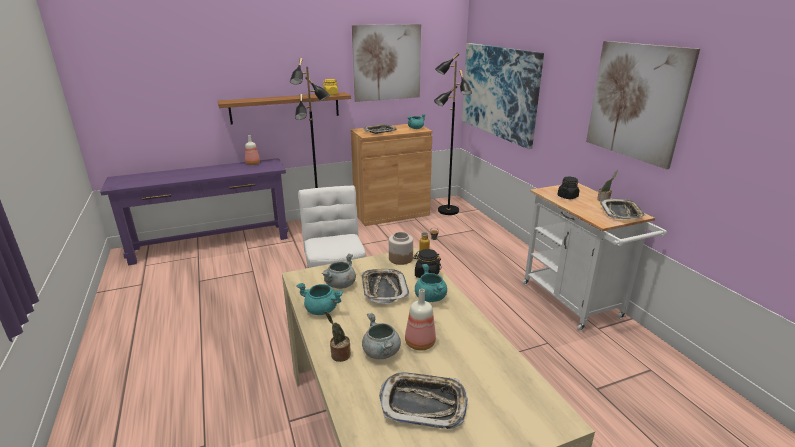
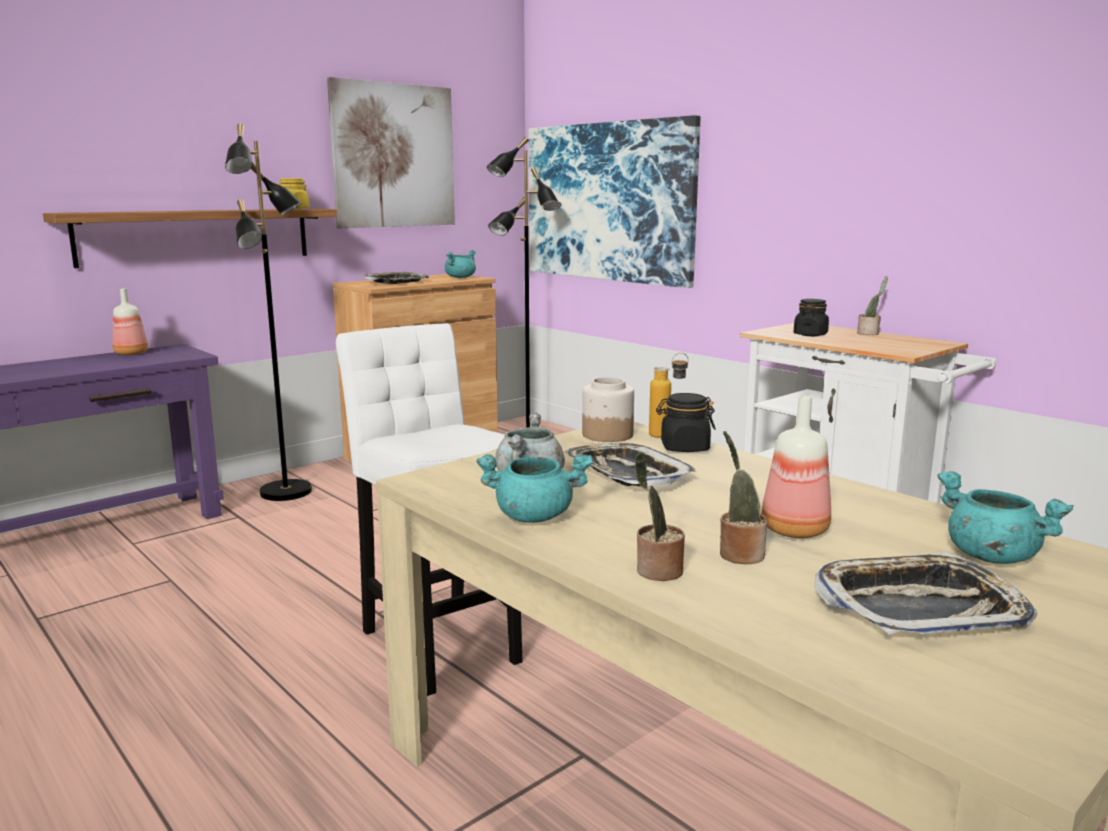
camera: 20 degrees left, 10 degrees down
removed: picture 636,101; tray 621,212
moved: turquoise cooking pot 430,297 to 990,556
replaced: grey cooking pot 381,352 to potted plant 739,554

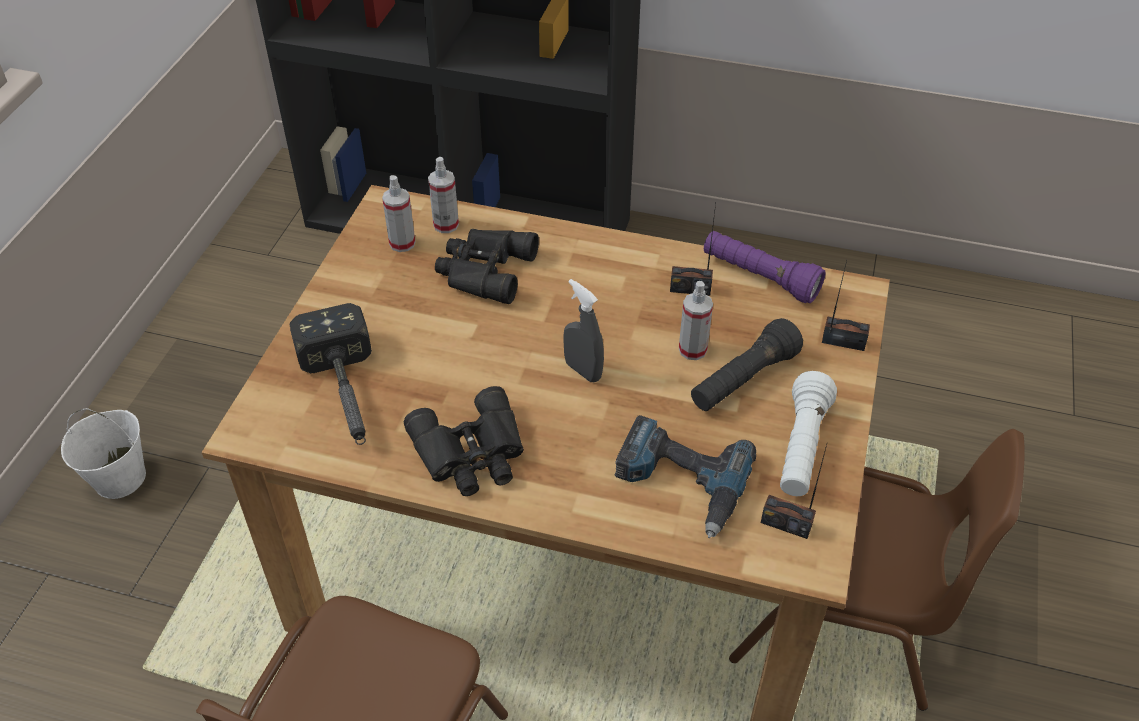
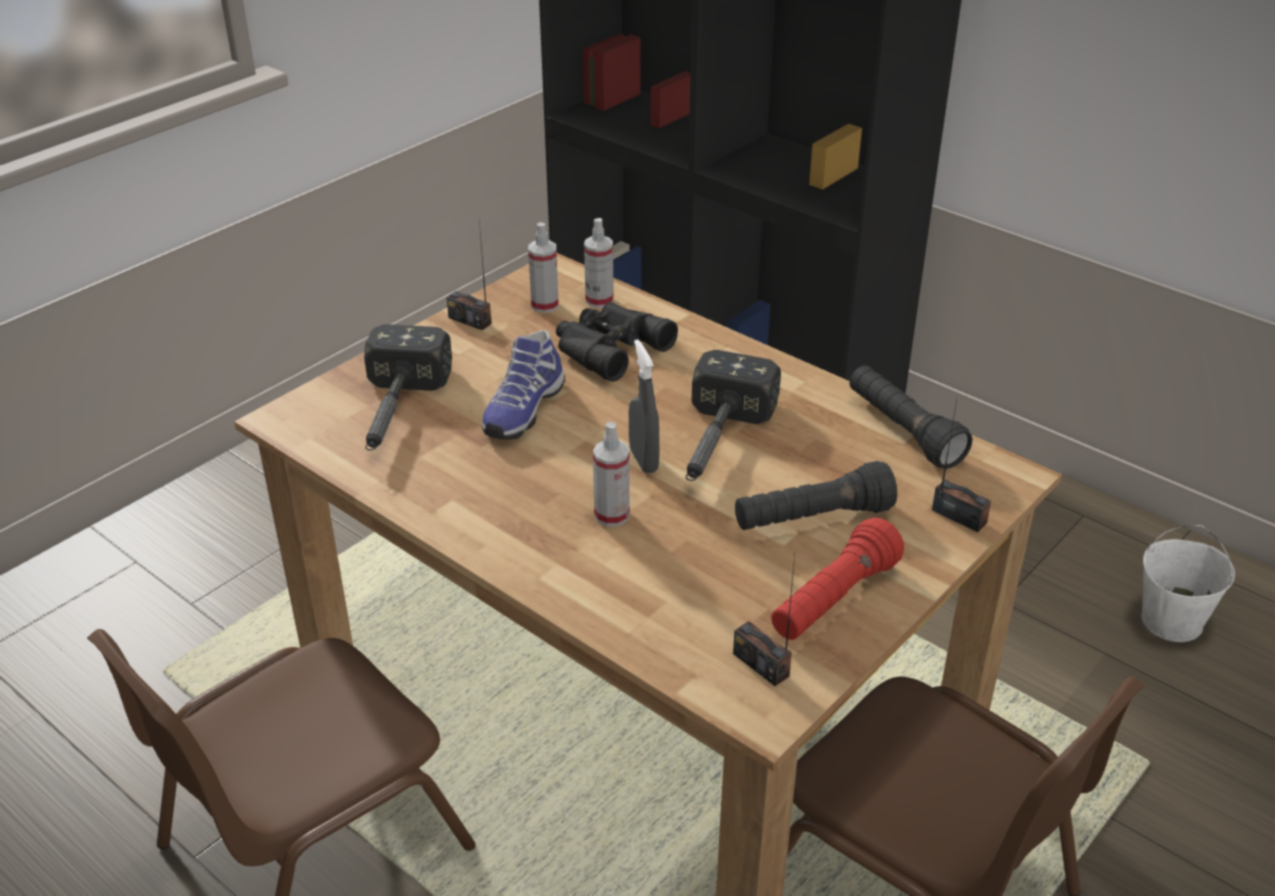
camera: 25 degrees right, 10 degrees down
removed: black binoculars 472,454; power drill 680,483
added: shoe 522,410; hammer 716,444
moved: white bucket 120,478 to 1171,621; radio 690,288 to 470,320; spray bottle 692,350 to 612,515
recoloured: purple flashlight 759,278 to black flashlight 903,431; white flashlight 802,448 to red flashlight 833,600

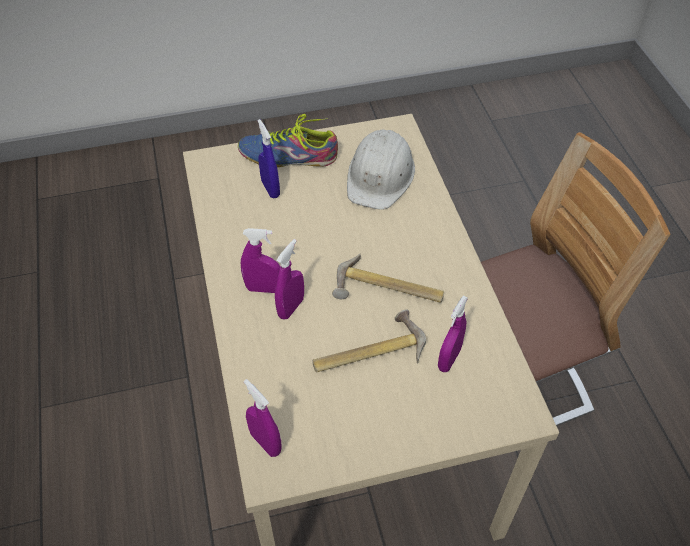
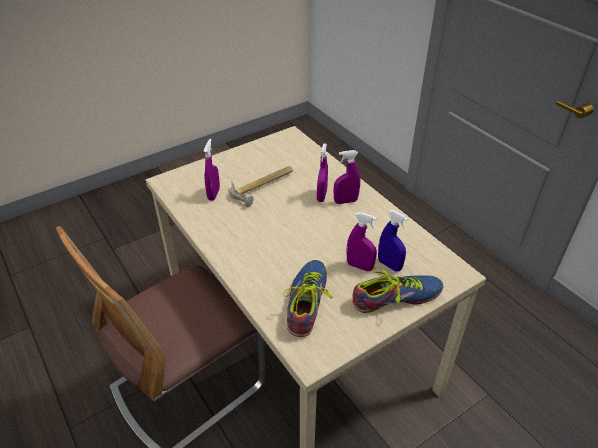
camera: 160 degrees right, 10 degrees down
removed: hammer 387,291
moved: purple spray bottle 265,443 to 359,266
replaced: white hard hat 380,175 to shoe 306,301

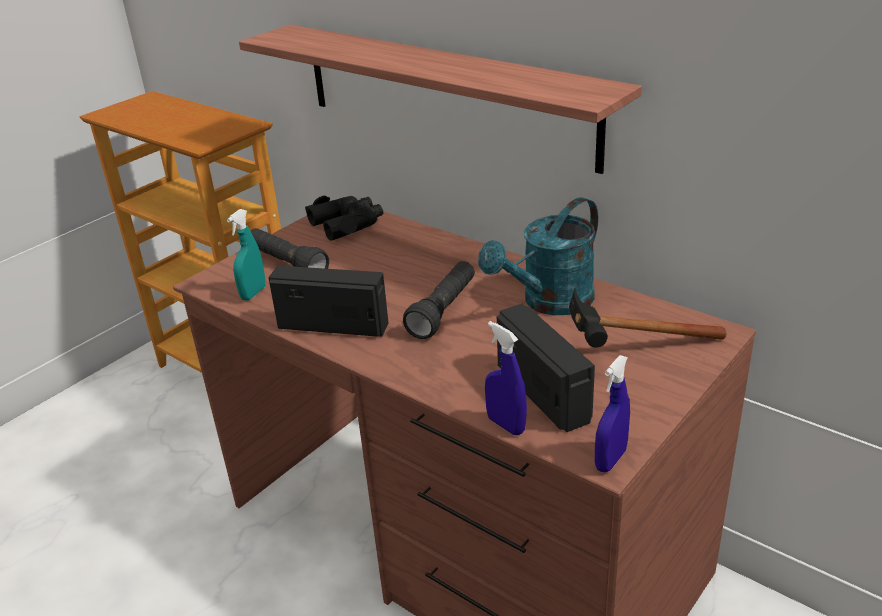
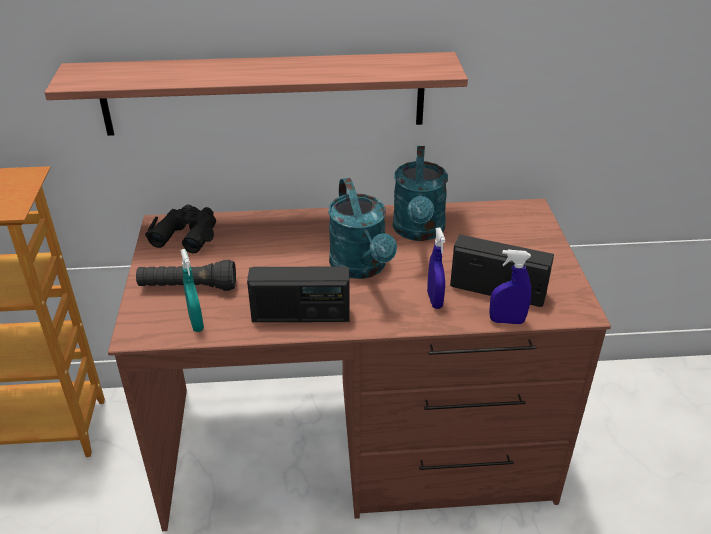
camera: 45 degrees left, 5 degrees up
removed: hammer 627,350
moved: blue spray bottle 610,460 to 434,300
replaced: black flashlight 443,311 to turquoise watering can 361,268
turned: radio 333,325 = 301,315 150 degrees counterclockwise

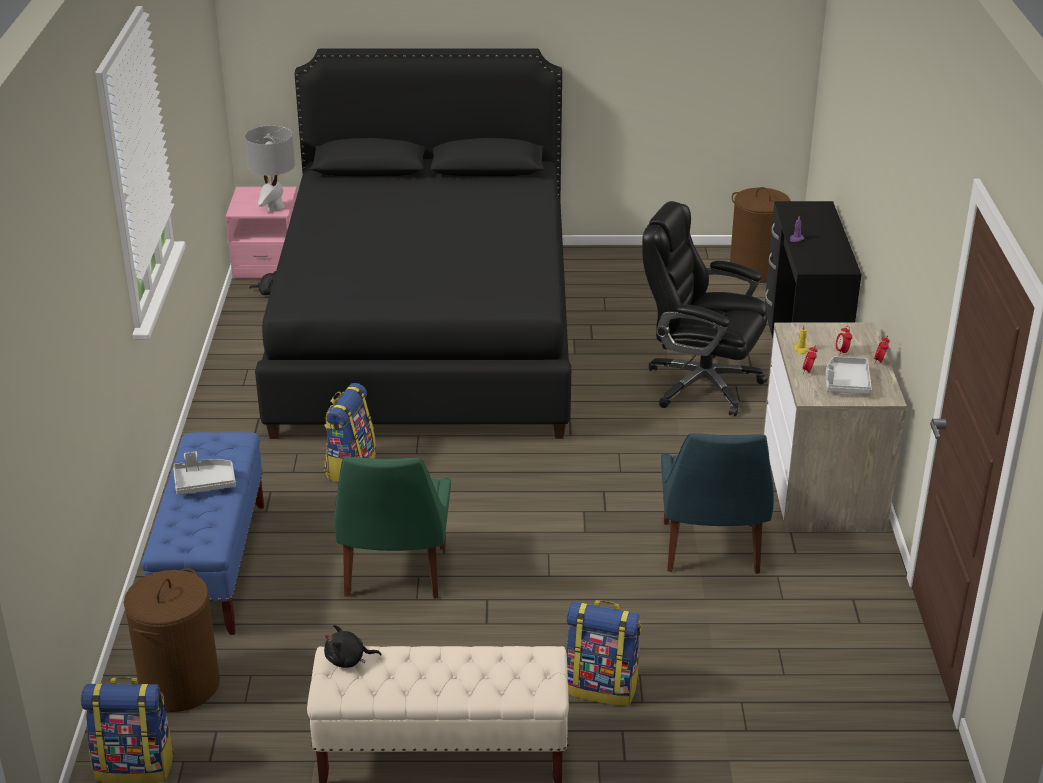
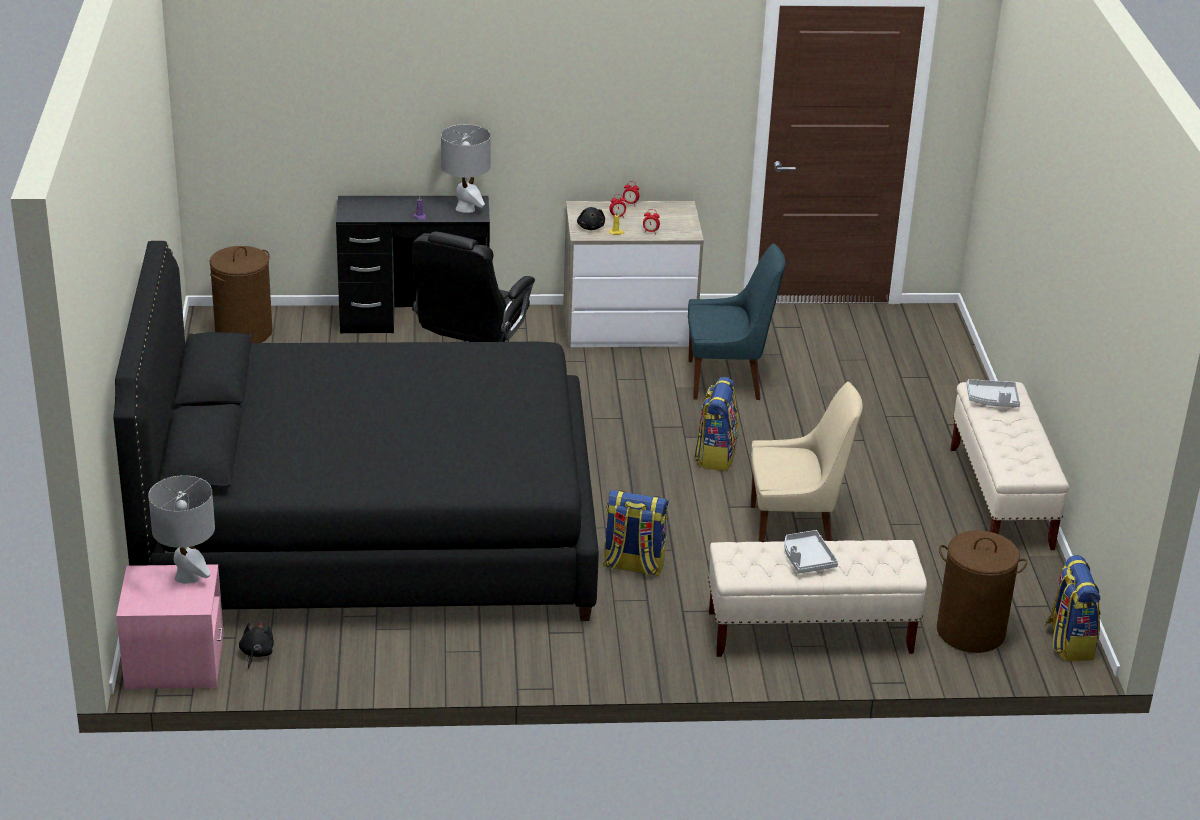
camera: 95 degrees left, 0 degrees up
added: grey table lamp 465,208
moved: black plush toy 348,660 to 591,227; backpack 602,687 to 715,455; grey tray 846,383 to 992,400
recoloured: blue bench 213,567 to beige bench 809,633; green chair 394,574 to beige chair 795,530

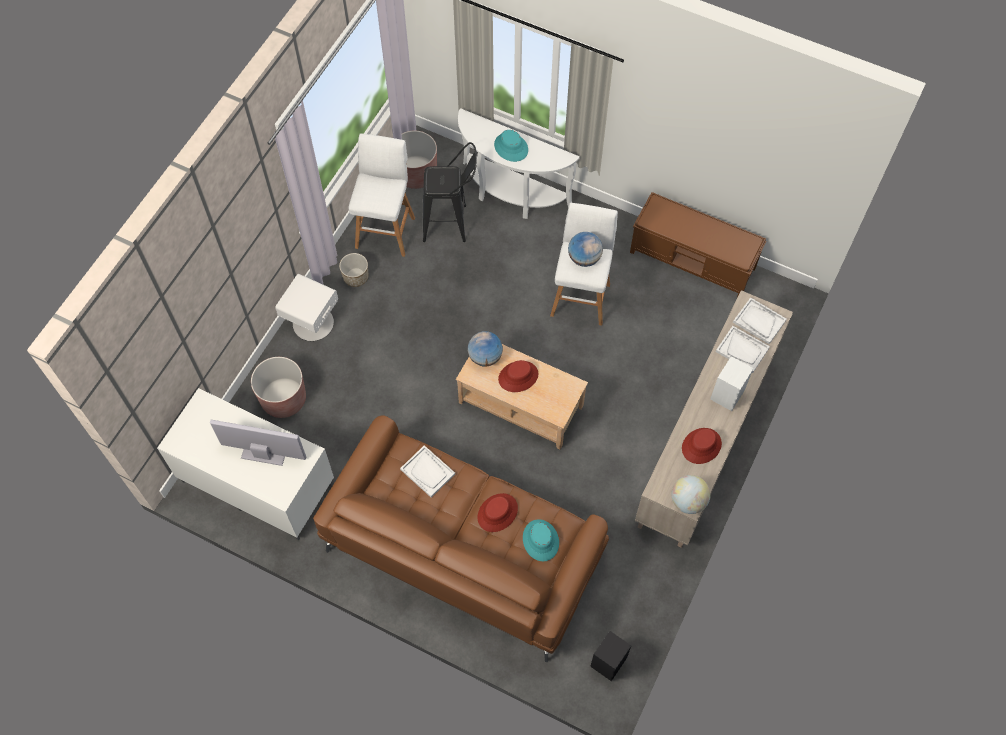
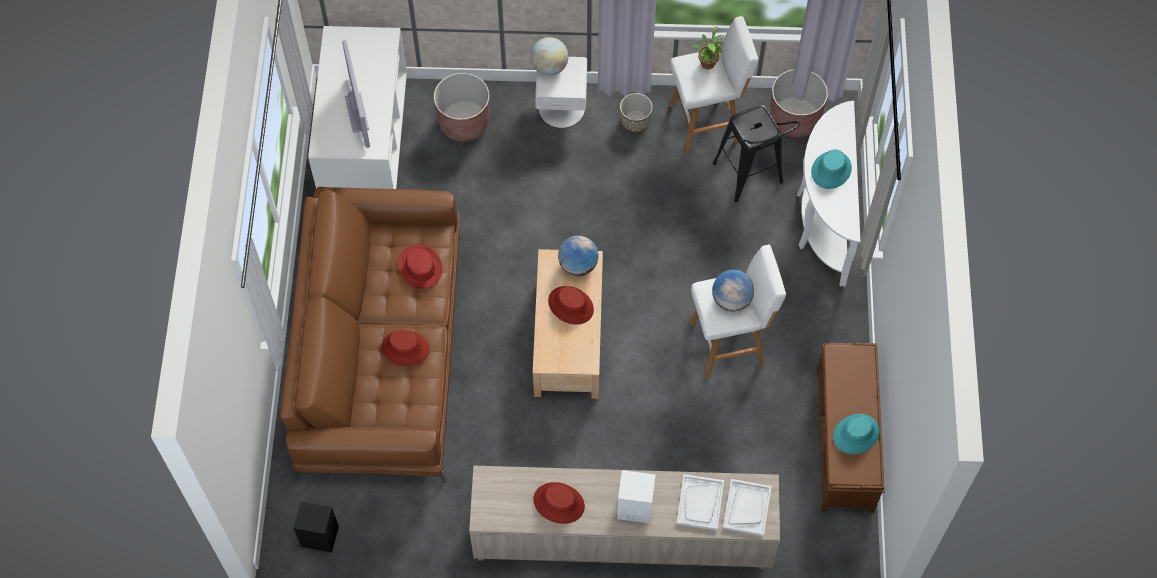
camera: 65 degrees right, 0 degrees up
added: potted plant 707,62
moved: turquoise hat 540,540 to 856,434; globe 688,501 to 549,67
replaced: white tray 428,472 to red hat 420,267

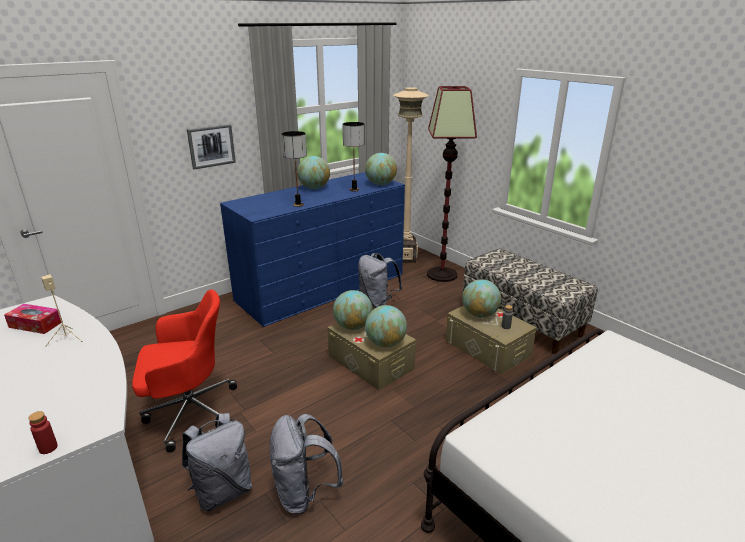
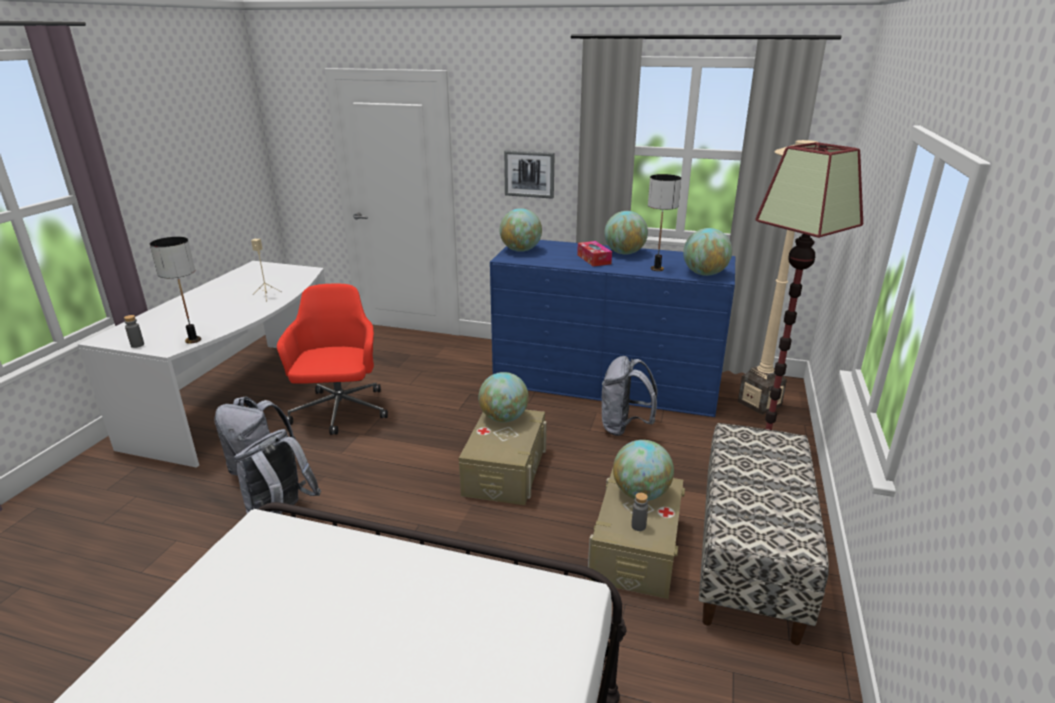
camera: 55 degrees right, 0 degrees up
moved: tissue box 36,324 to 594,259; table lamp 298,205 to 193,340; globe 386,343 to 520,250
recoloured: red bottle 48,448 to grey bottle 137,345
turned: red office chair 190,413 = 340,412 135 degrees counterclockwise

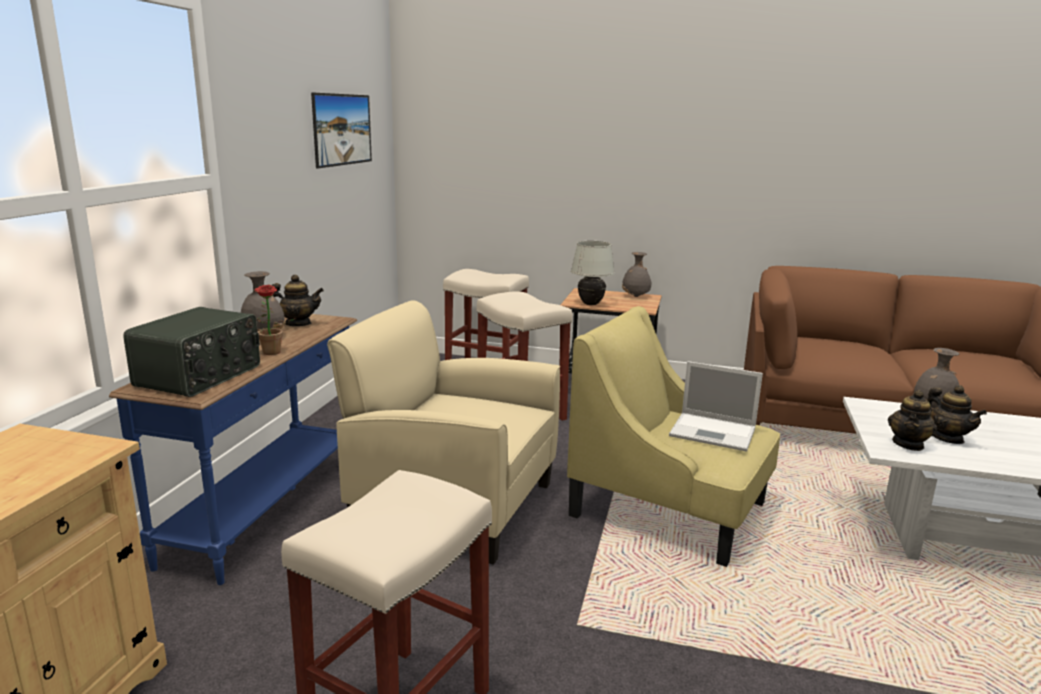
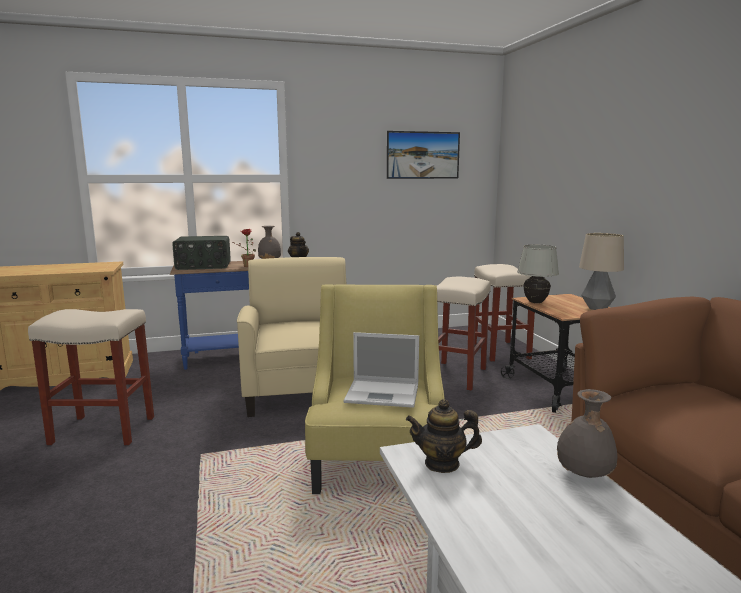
camera: 60 degrees right, 5 degrees down
removed: teapot 947,438
replaced: grey vase 635,297 to table lamp 596,308
turned: laptop 714,432 = 384,394 75 degrees counterclockwise

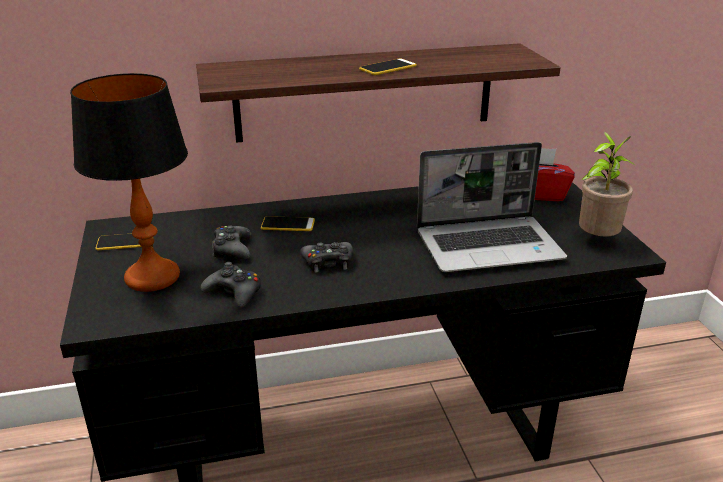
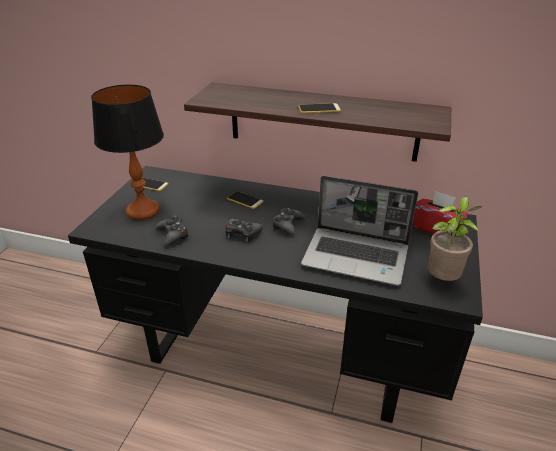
camera: 30 degrees right, 5 degrees up
moved: black game controller 232,249 to 288,225

